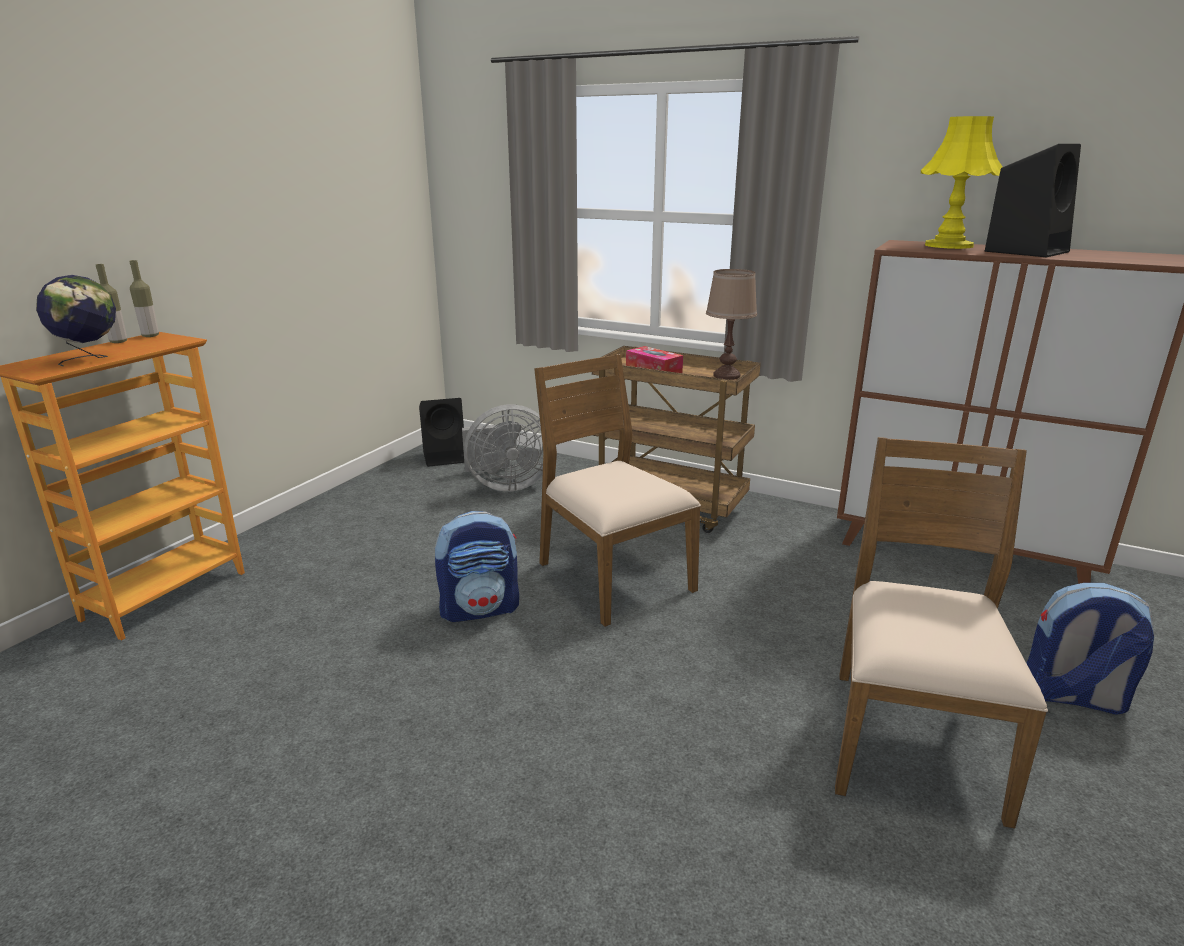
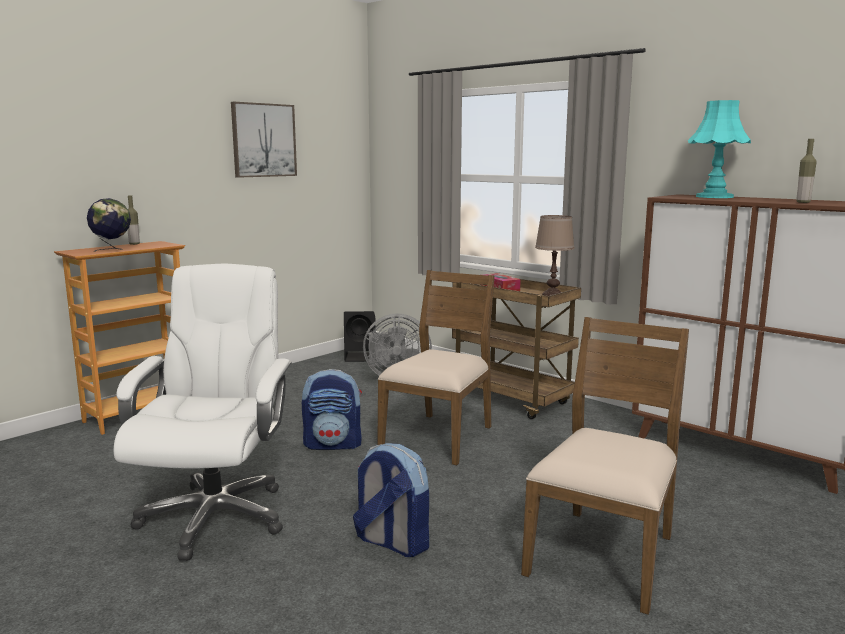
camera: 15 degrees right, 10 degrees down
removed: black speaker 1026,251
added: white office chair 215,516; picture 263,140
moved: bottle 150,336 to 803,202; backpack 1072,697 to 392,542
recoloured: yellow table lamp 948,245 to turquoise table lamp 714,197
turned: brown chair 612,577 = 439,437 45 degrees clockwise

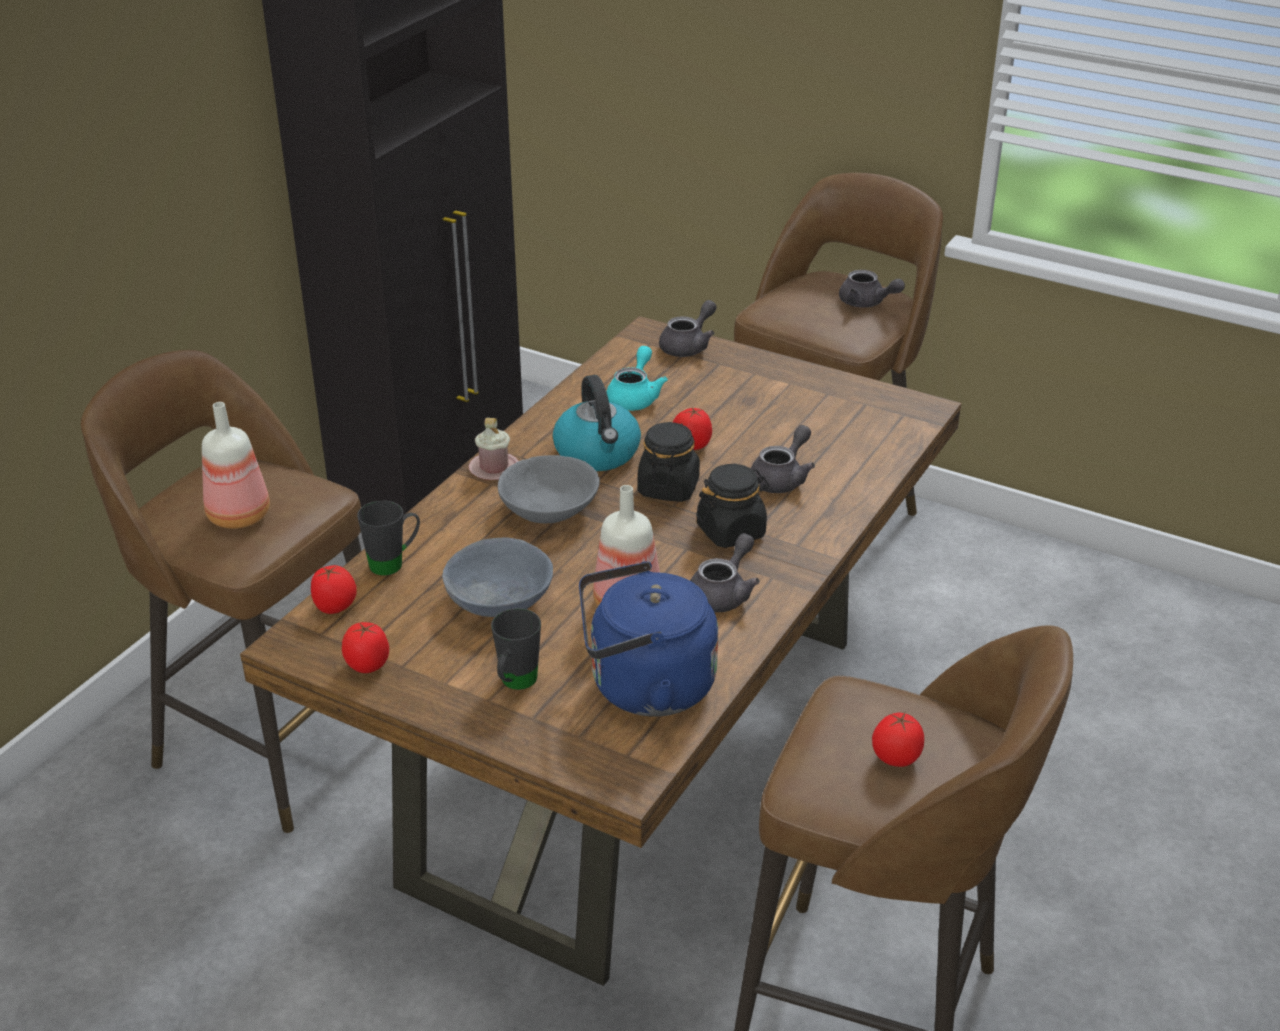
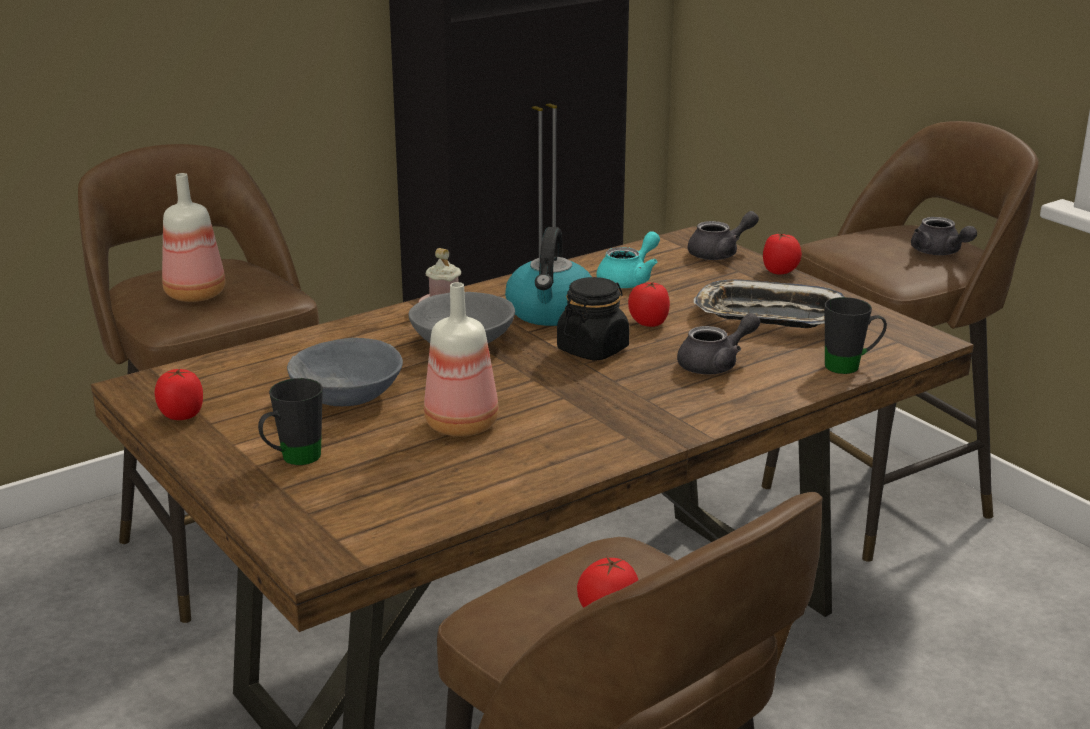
camera: 25 degrees right, 10 degrees down
removed: blue kettle 644,687; grey teapot 724,593; black jar 731,531
added: tray 769,316
moved: tomato 335,607 to 780,272; black mug 394,563 to 851,366

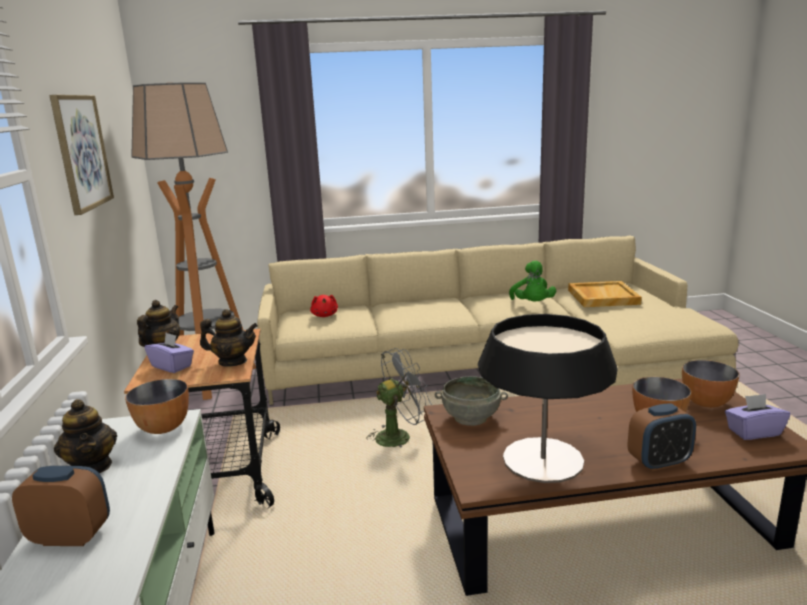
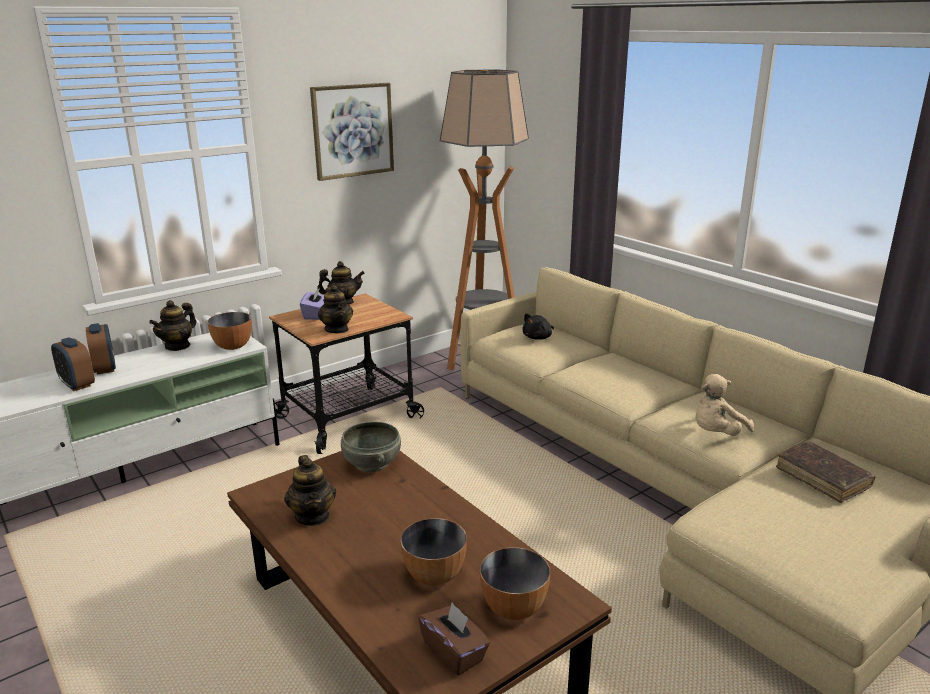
camera: 60 degrees right, 5 degrees up
removed: grey fan 399,436
moved: alarm clock 659,462 to 77,384
replaced: table lamp 542,459 to teapot 313,516; beige tray 602,297 to brown book 822,478
recoloured: red plush toy 324,315 to black plush toy 538,337; green plush toy 532,304 to beige plush toy 716,433; purple tissue box 753,432 to brown tissue box 454,653

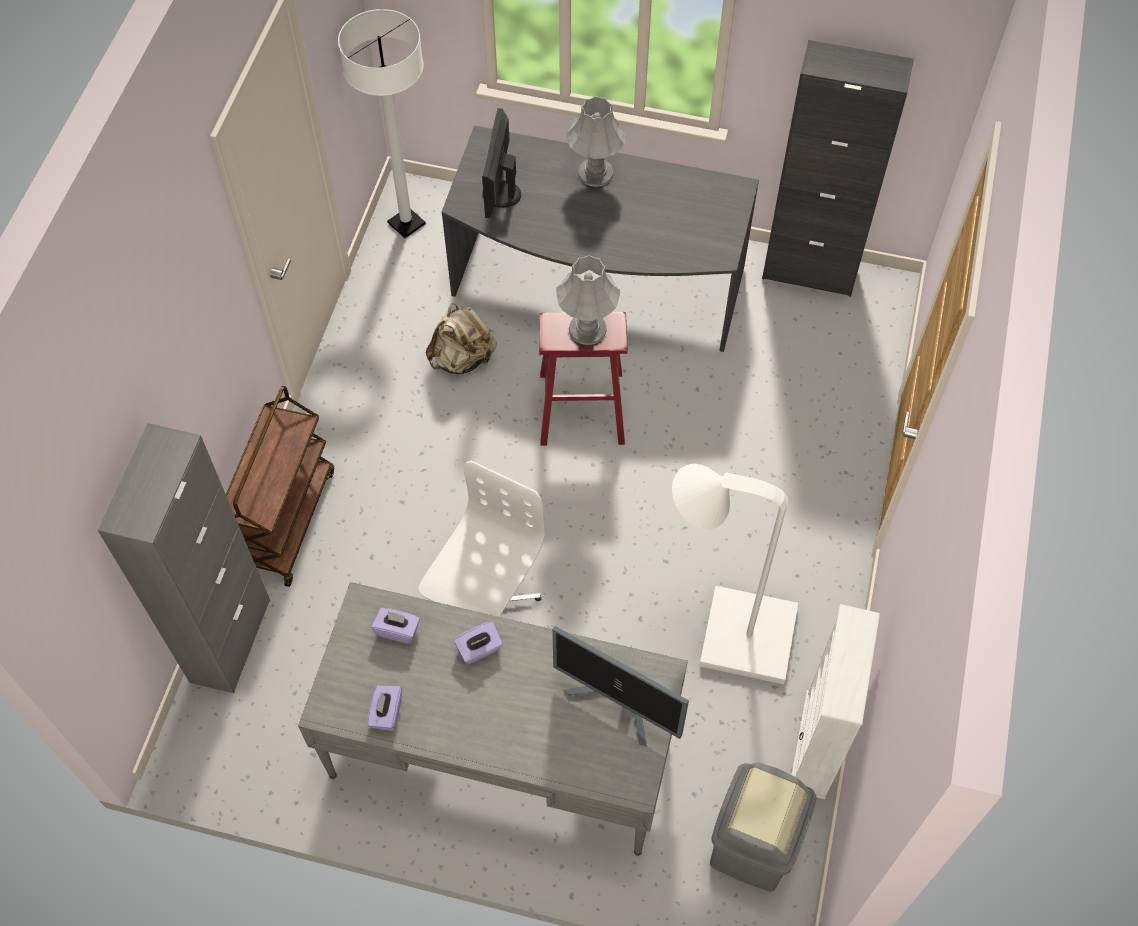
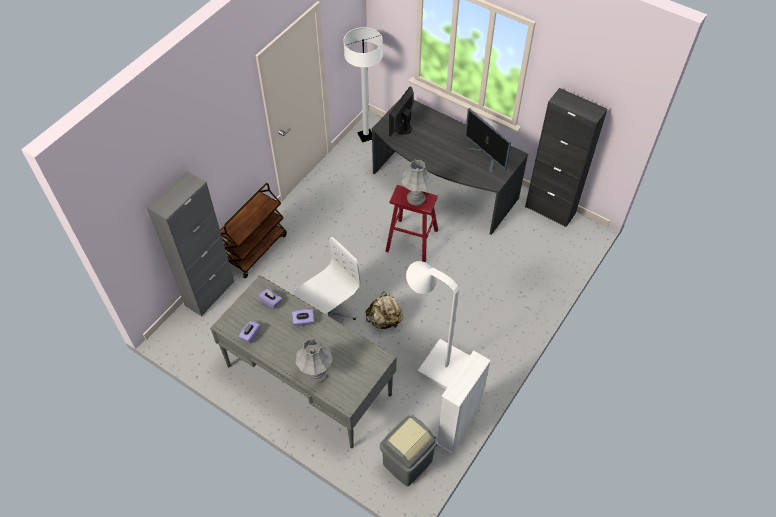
camera: 20 degrees right, 5 degrees down
moved: beige backpack 463,358 to 385,320; monitor 619,704 to 486,157; grey table lamp 595,173 to 316,374

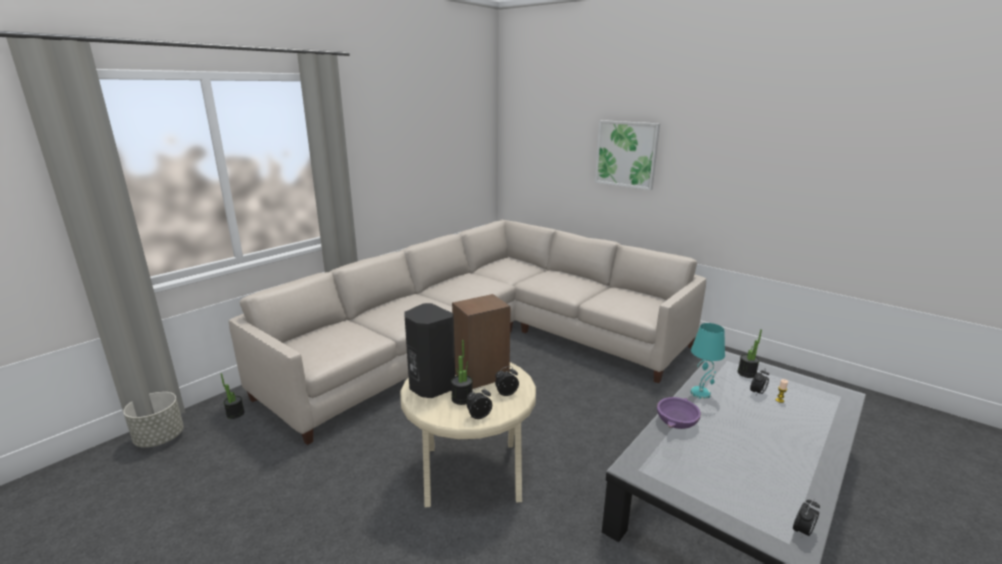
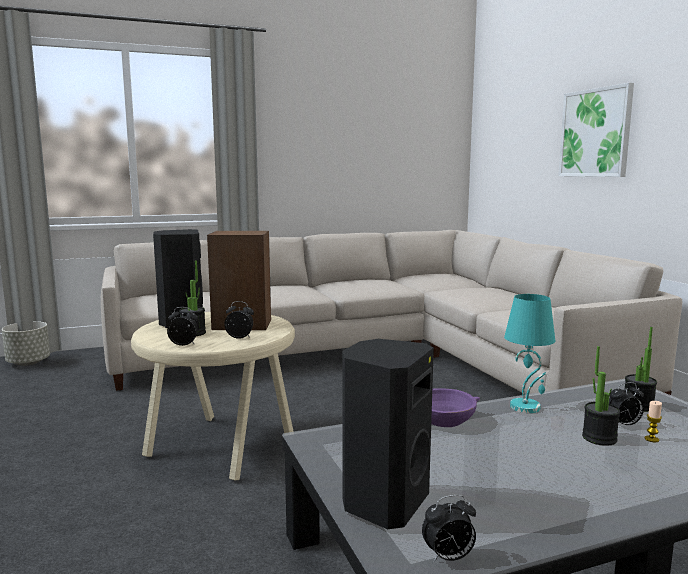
camera: 30 degrees right, 10 degrees down
added: black speaker 383,503
moved: potted plant 235,414 to 599,438

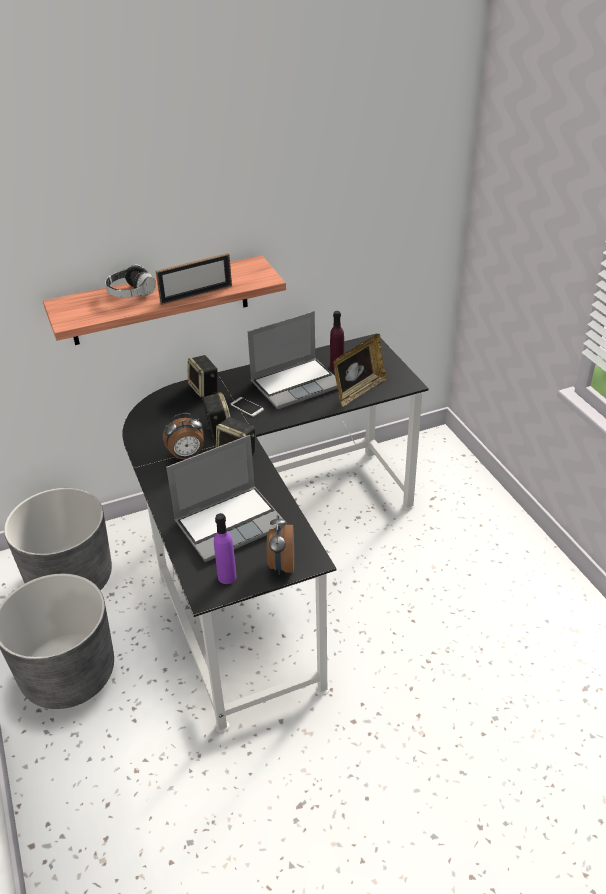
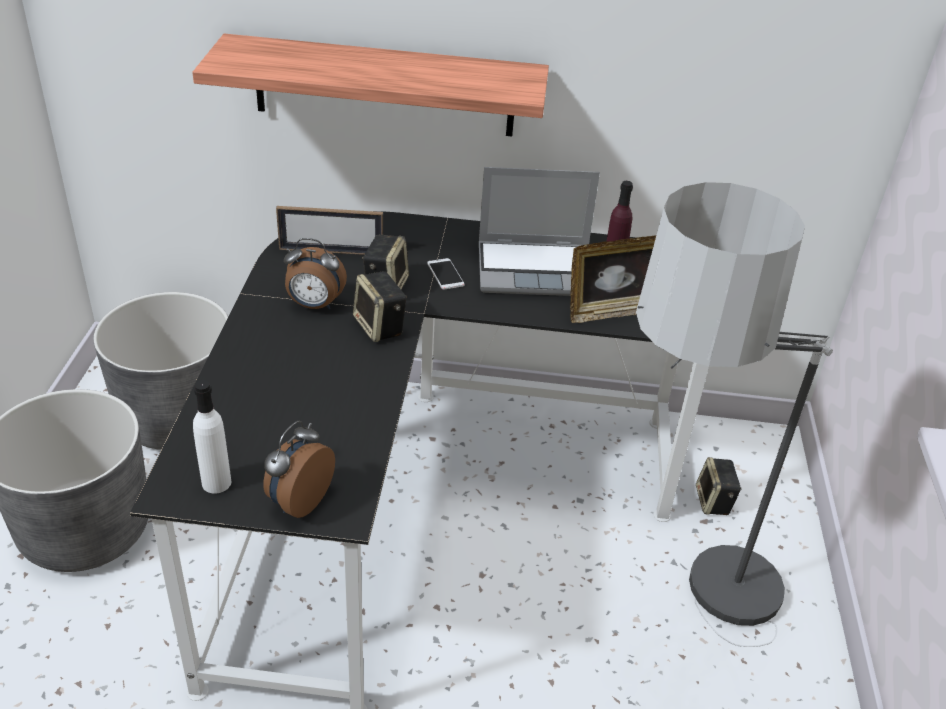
camera: 25 degrees right, 0 degrees up
removed: headphones 131,293; laptop 230,523
added: floor lamp 683,627
moved: picture frame 196,294 to 331,251; speaker 204,389 to 714,502
recoloured: purple bottle 227,577 to white bottle 216,482

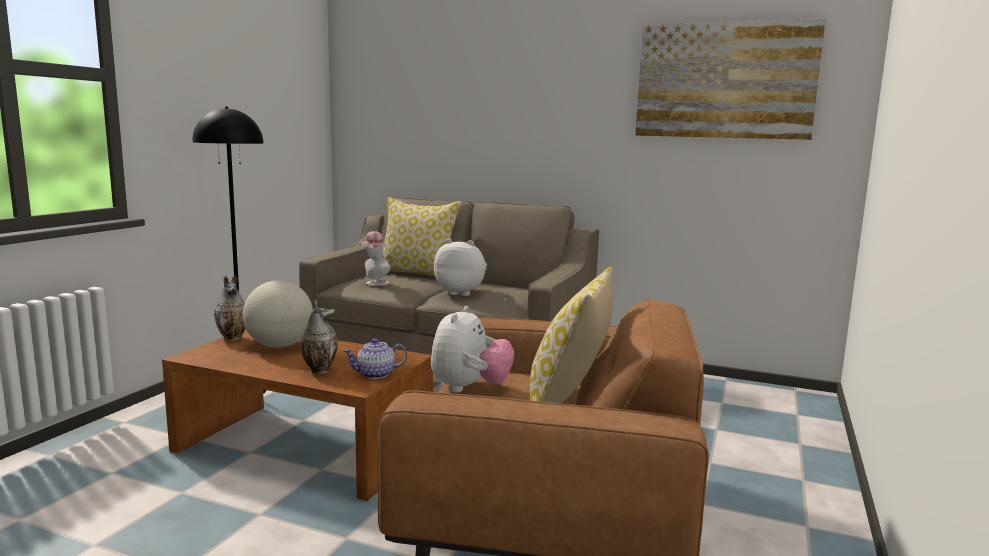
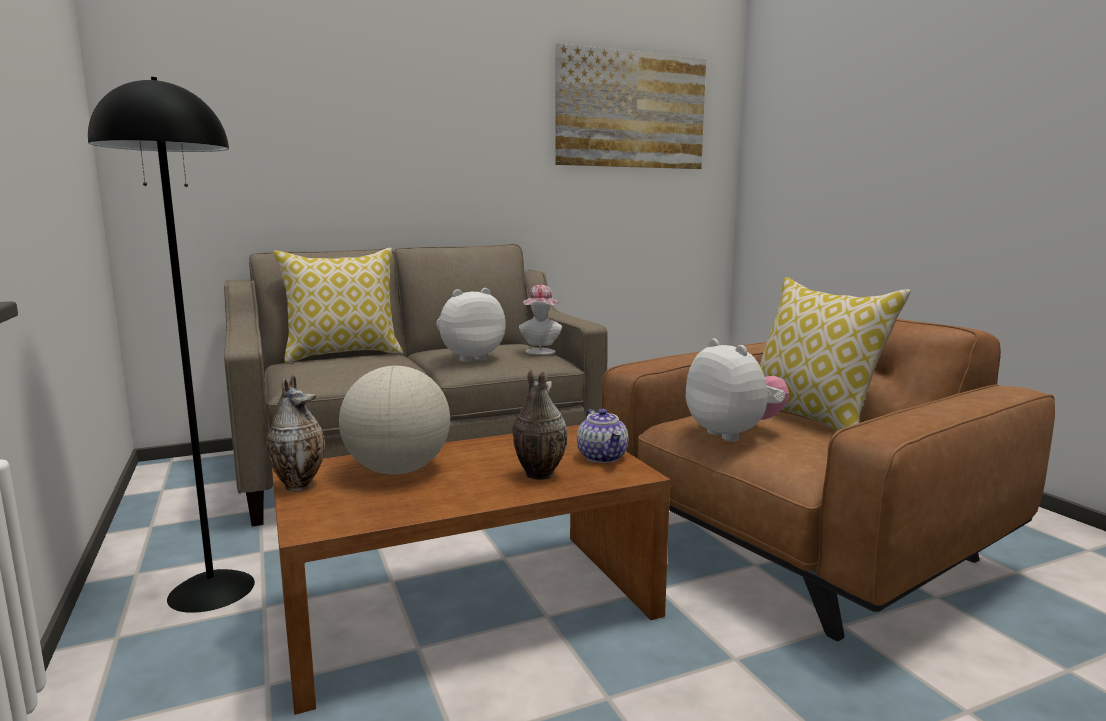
camera: 45 degrees left, 0 degrees up
moved: hat 375,283 to 540,352
turned: teapot 375,374 = 603,457 45 degrees counterclockwise

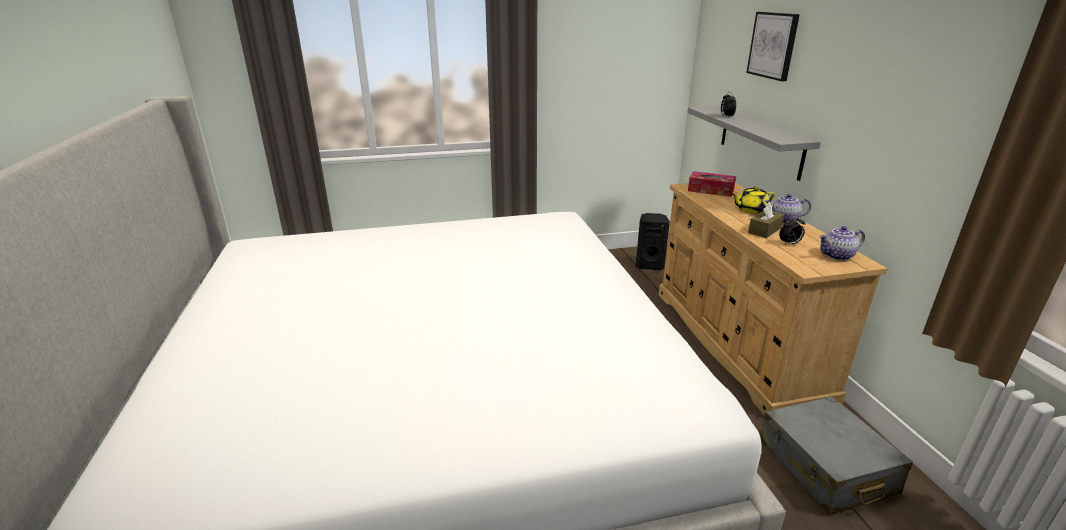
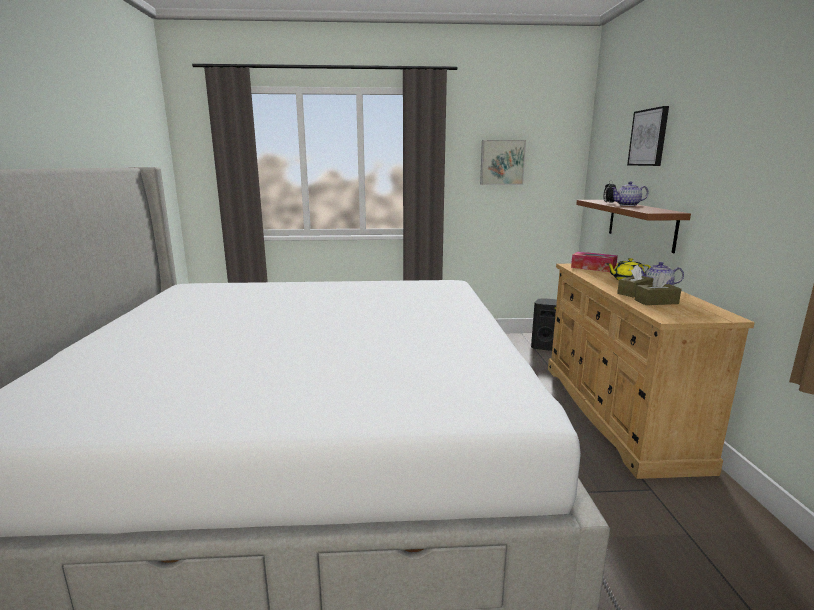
camera: 10 degrees right, 10 degrees down
removed: grey suitcase 825,467
added: picture 502,162
moved: teapot 837,256 to 627,205
replaced: alarm clock 789,244 to brown tissue box 656,302
recoloured: grey shelf 760,141 to brown shelf 640,224

